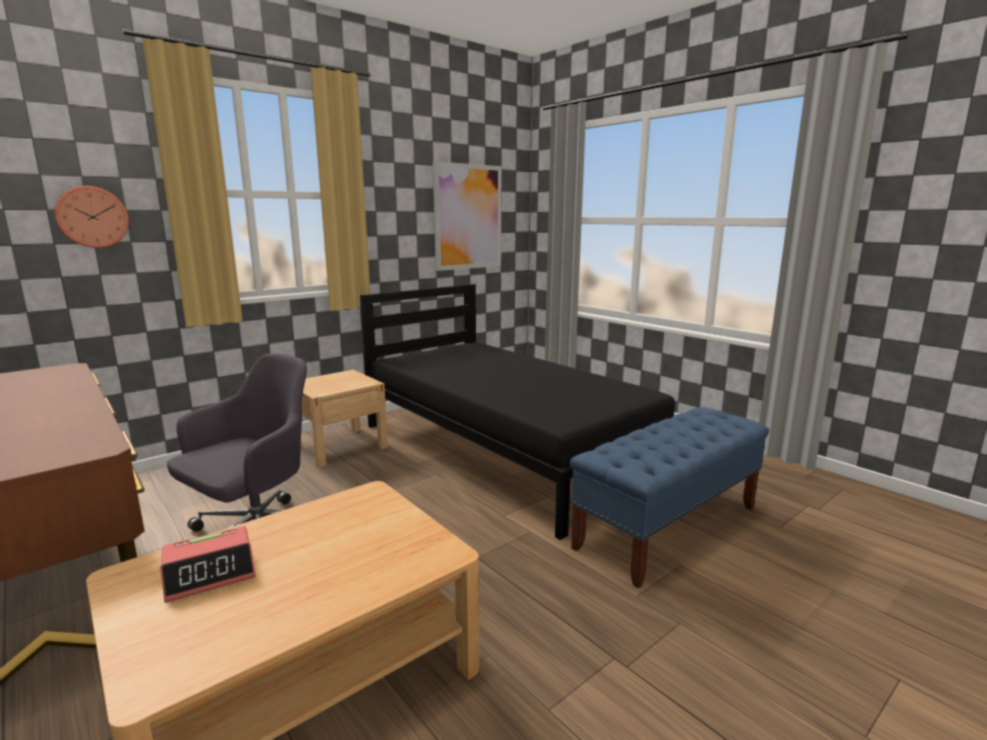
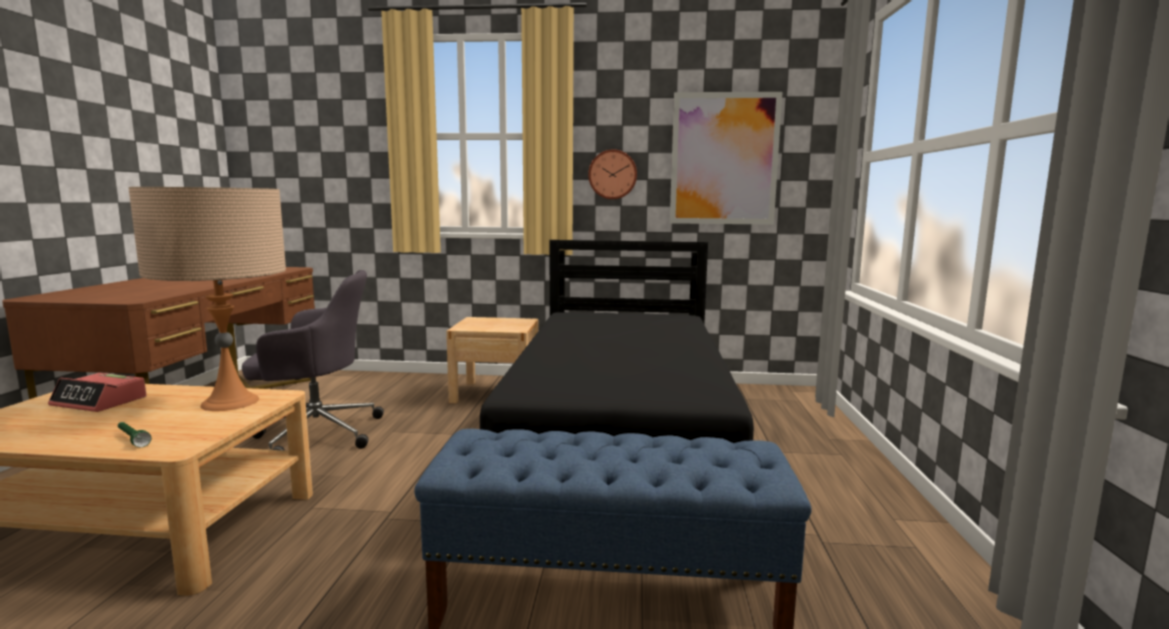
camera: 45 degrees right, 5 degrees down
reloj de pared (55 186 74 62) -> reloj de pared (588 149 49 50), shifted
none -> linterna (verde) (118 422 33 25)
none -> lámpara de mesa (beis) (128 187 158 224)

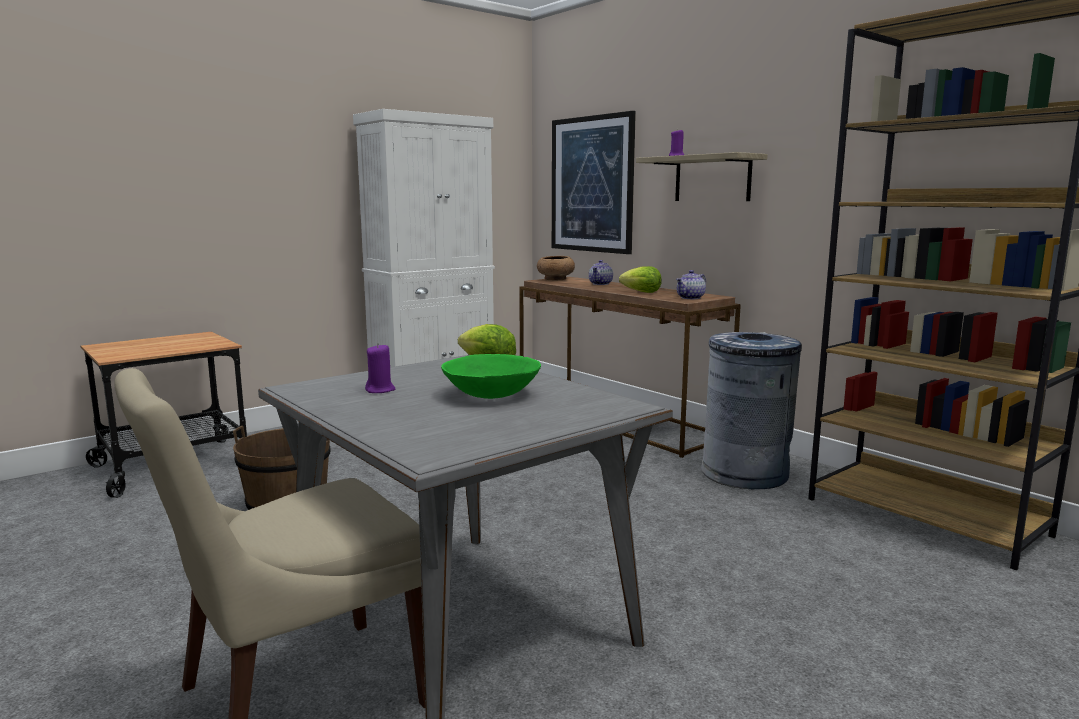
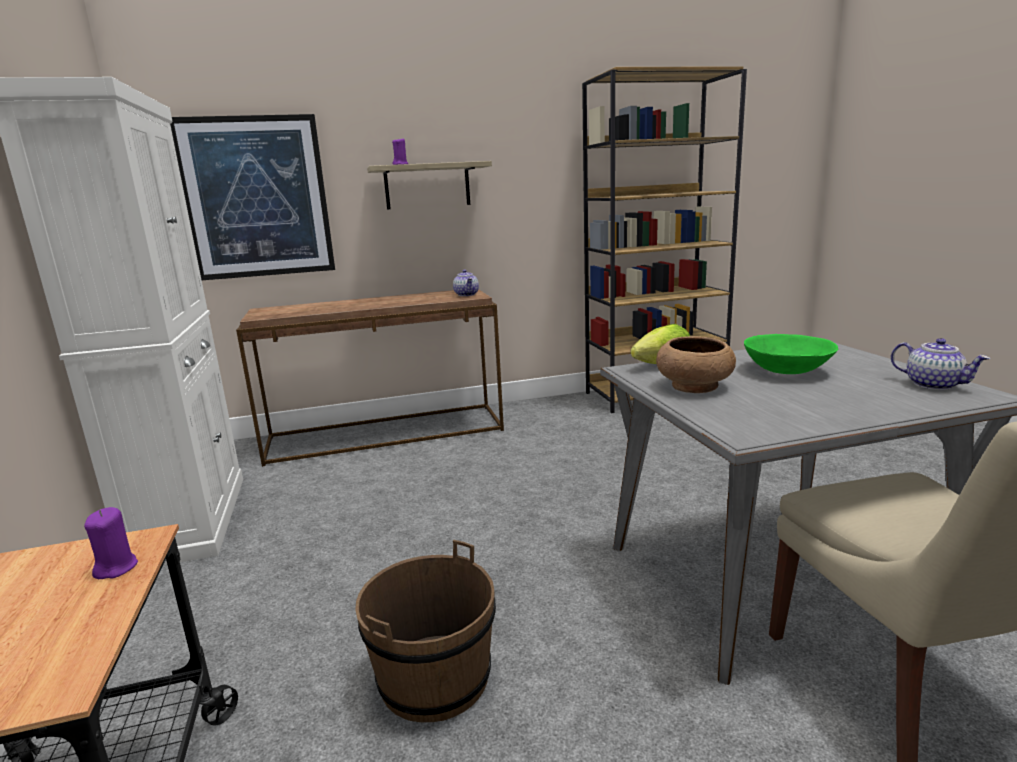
camera: 65 degrees left, 5 degrees up
vela (morado) (365 343 30 50) -> vela (morado) (84 507 54 72), shifted
cuenco (marrón) (537 256 38 24) -> cuenco (marrón) (656 336 80 57), shifted
tetera (589 260 24 25) -> tetera (891 338 99 52), shifted
lechuga (619 266 43 27) -> none
papelera (gris) (701 332 101 158) -> none

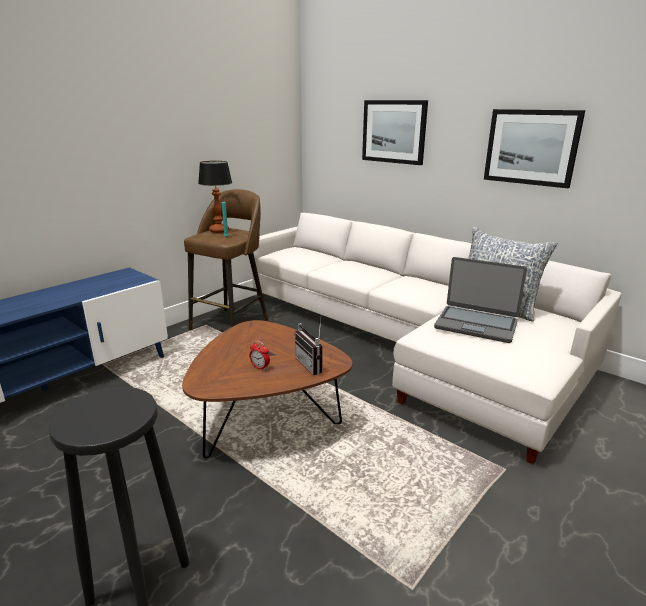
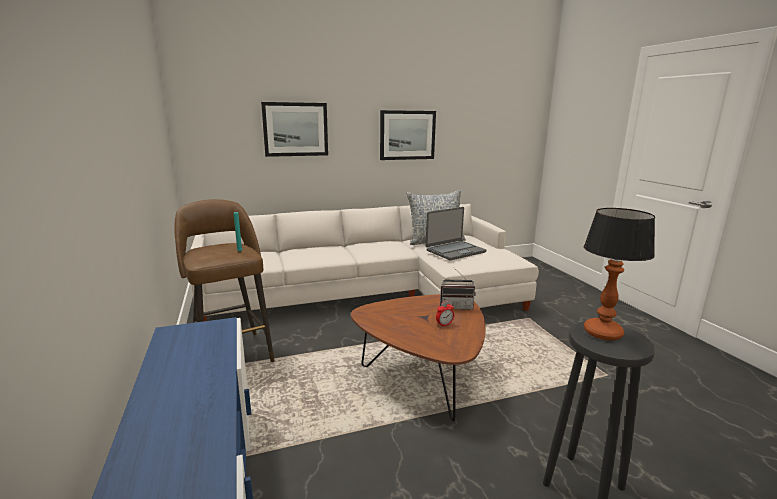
camera: 60 degrees left, 5 degrees down
lámpara de mesa (198 161 34 72) -> lámpara de mesa (584 208 71 132), shifted

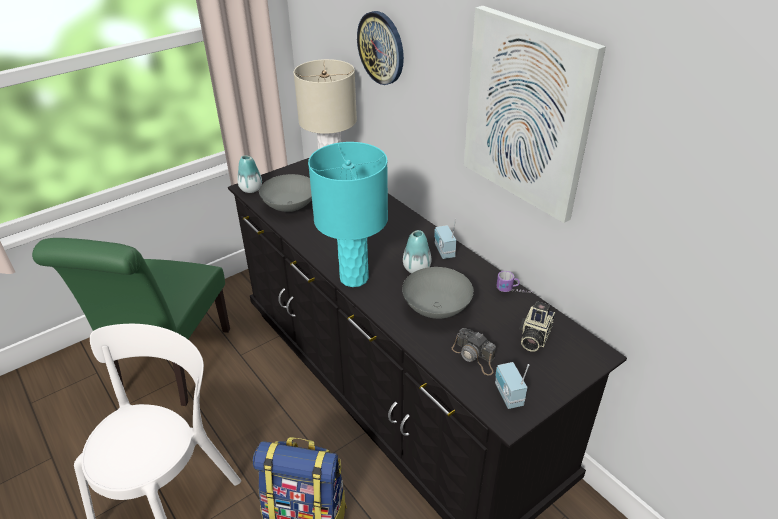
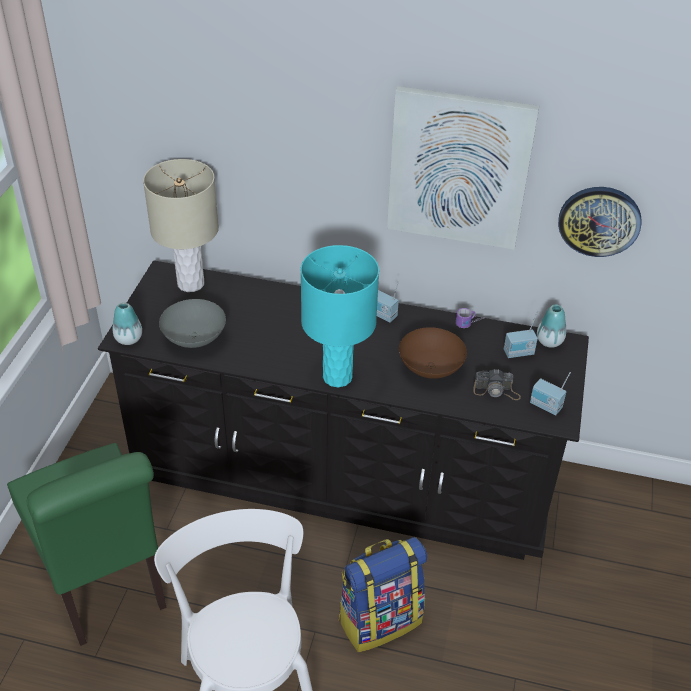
camera: 40 degrees left, 5 degrees up
reloj de pared (357 11 47 74) -> reloj de pared (558 187 84 70), shifted
cuenco (gris) (402 267 72 52) -> cuenco (marrón) (399 327 68 52)
florero (403 230 28 43) -> florero (537 304 29 44), shifted
cámara (519 301 36 51) -> radio (504 311 34 47)

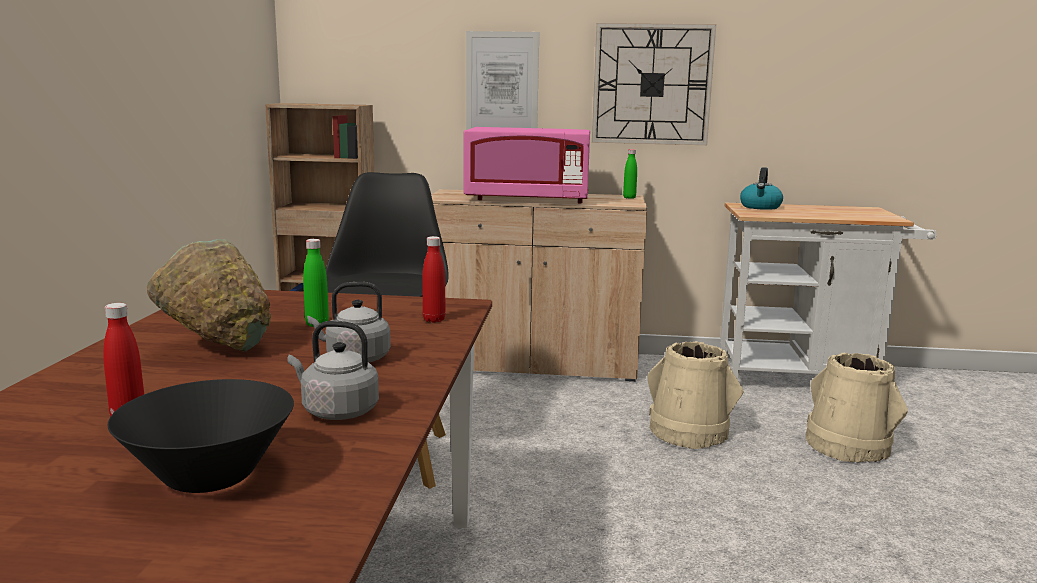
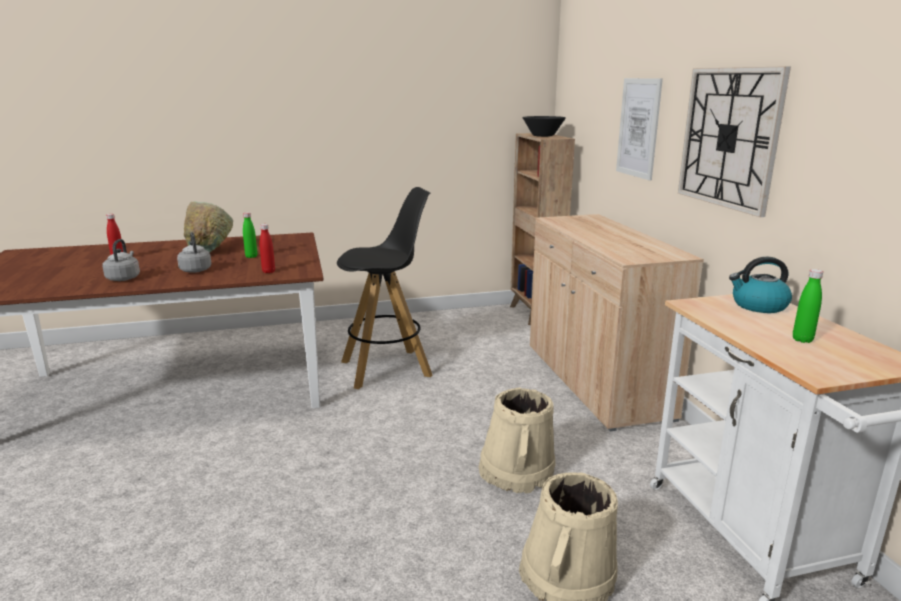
camera: 70 degrees right, 5 degrees up
cuenco (negro) (108 379 186 114) -> cuenco (negro) (522 116 44 21), shifted
microondas (rosa) (464 127 126 76) -> none
botella (verde) (623 149 14 50) -> botella (verde) (793 269 30 74), shifted

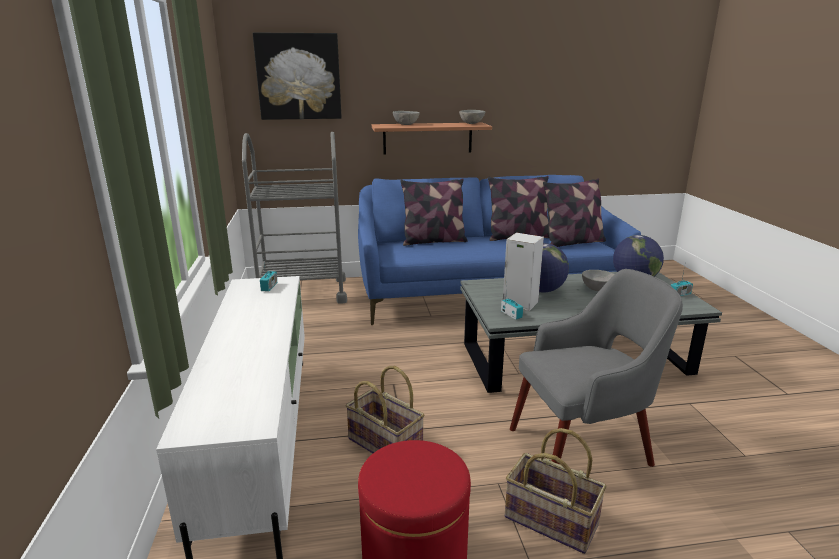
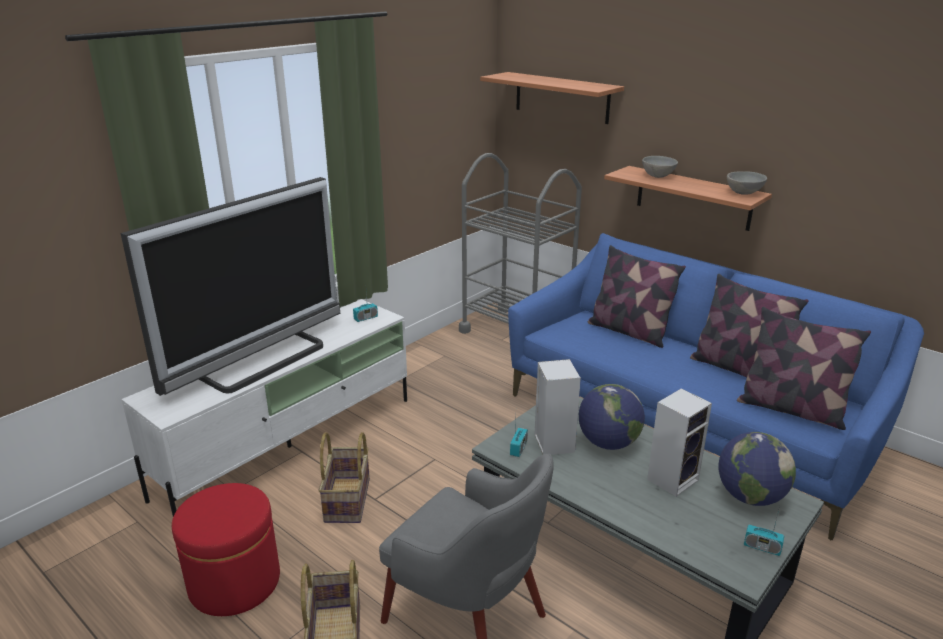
camera: 50 degrees right, 5 degrees up
cuadro (253 33 89 87) -> estante (480 72 144 52)
cuenco (gris) (582 270 33 21) -> altavoz (647 389 65 108)
none -> televisor (121 177 219 219)

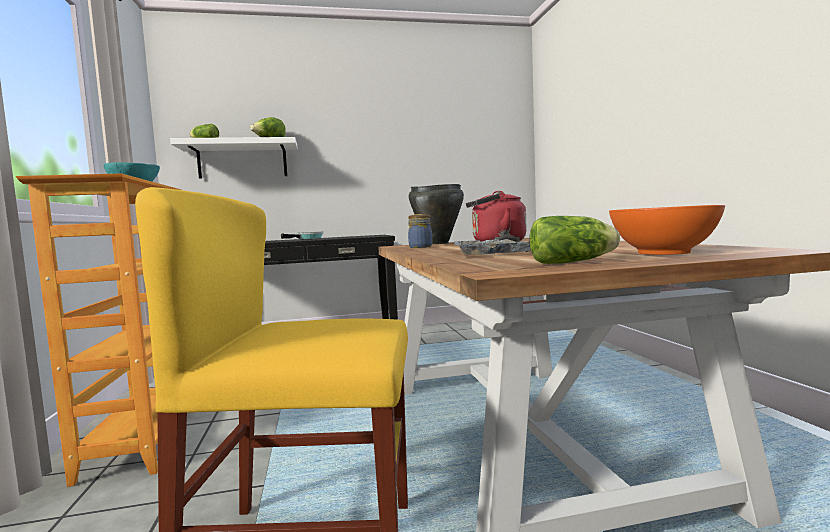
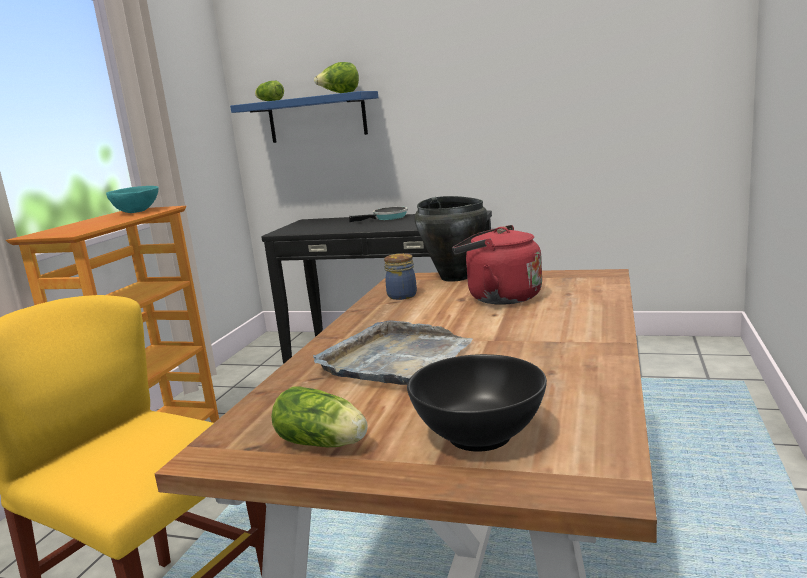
camera: 30 degrees right, 10 degrees up
estante (blanco) (170 137 128 42) -> estante (azul) (230 91 148 52)
cuenco (naranja) (609 204 116 51) -> cuenco (negro) (407 354 140 98)

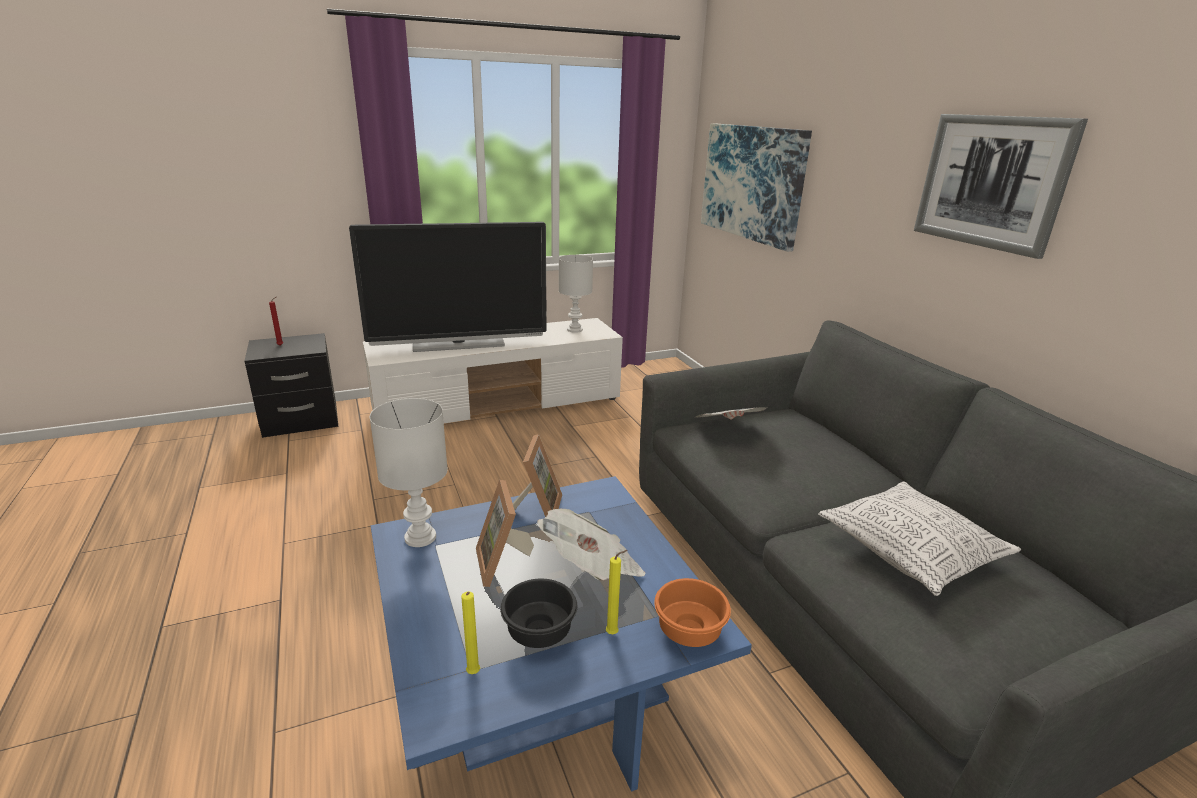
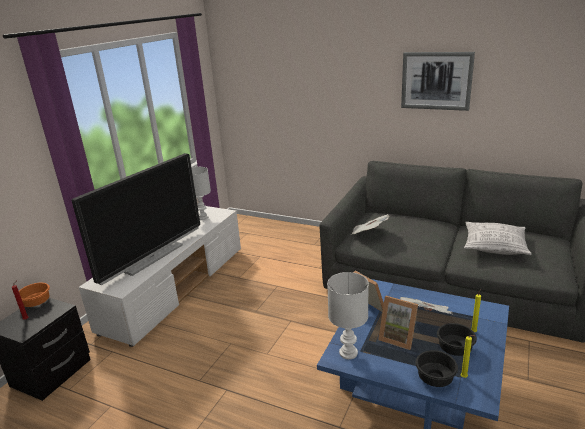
camera: 40 degrees left, 0 degrees up
cuenco (naranja) (654 578 77 69) -> cuenco (naranja) (19 283 31 24), shifted
cuadro (701 123 111 129) -> none
none -> cuenco (negro) (415 350 43 37)

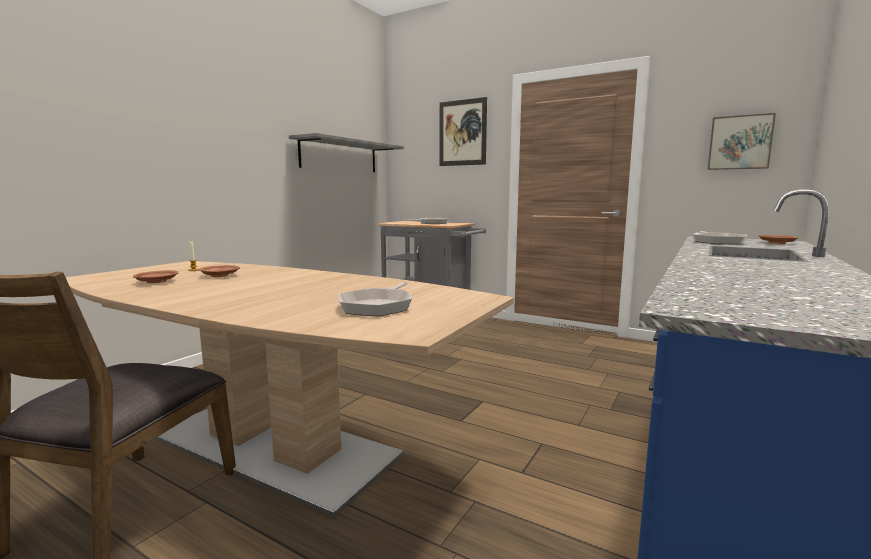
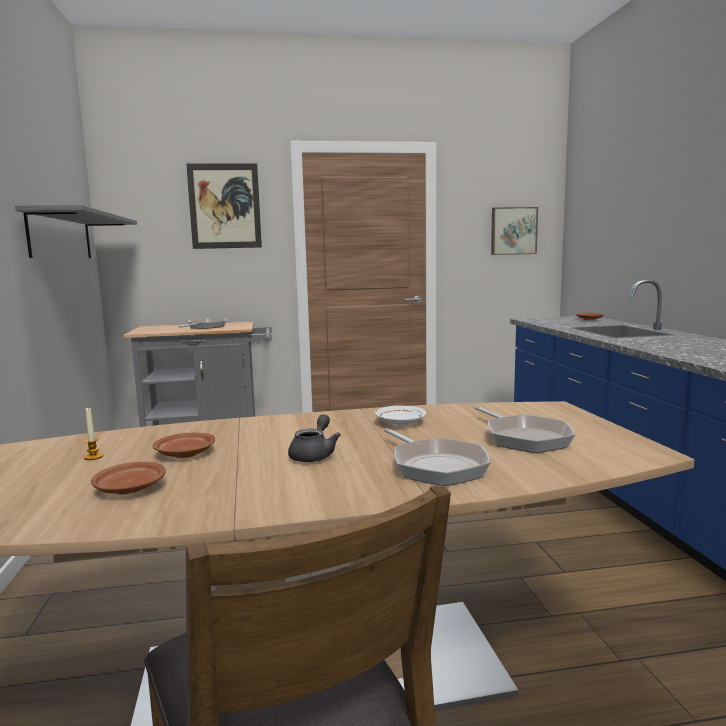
camera: 40 degrees left, 0 degrees up
sartén (693 231 54 13) -> sartén (384 428 106 58), shifted
none -> tetera (gris) (288 414 53 48)
none -> plato (blanco) (375 406 51 20)

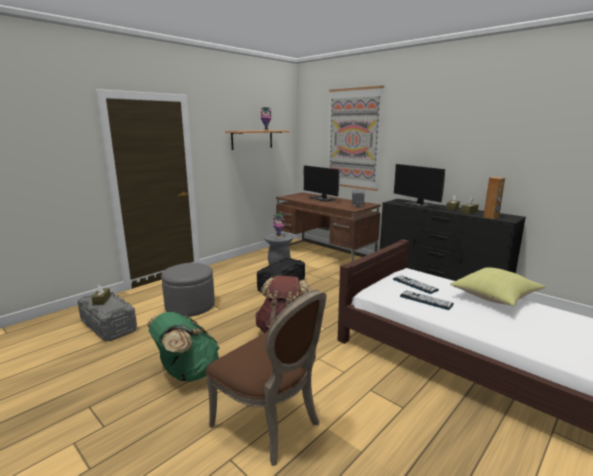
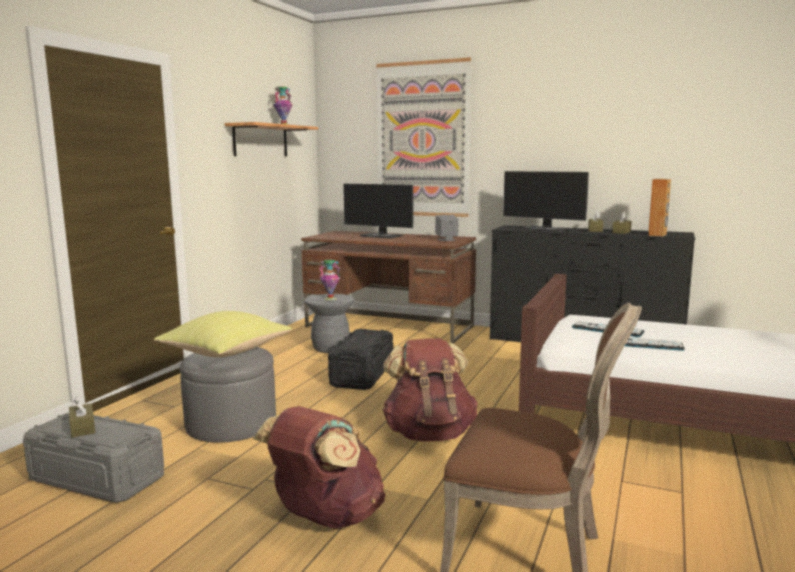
camera: 20 degrees left, 5 degrees down
mochila (verde) (147 312 73 70) -> mochila (marrón) (253 406 132 123)
cojín (amarillo) (450 267 95 39) -> cojín (amarillo) (154 311 138 46), shifted

